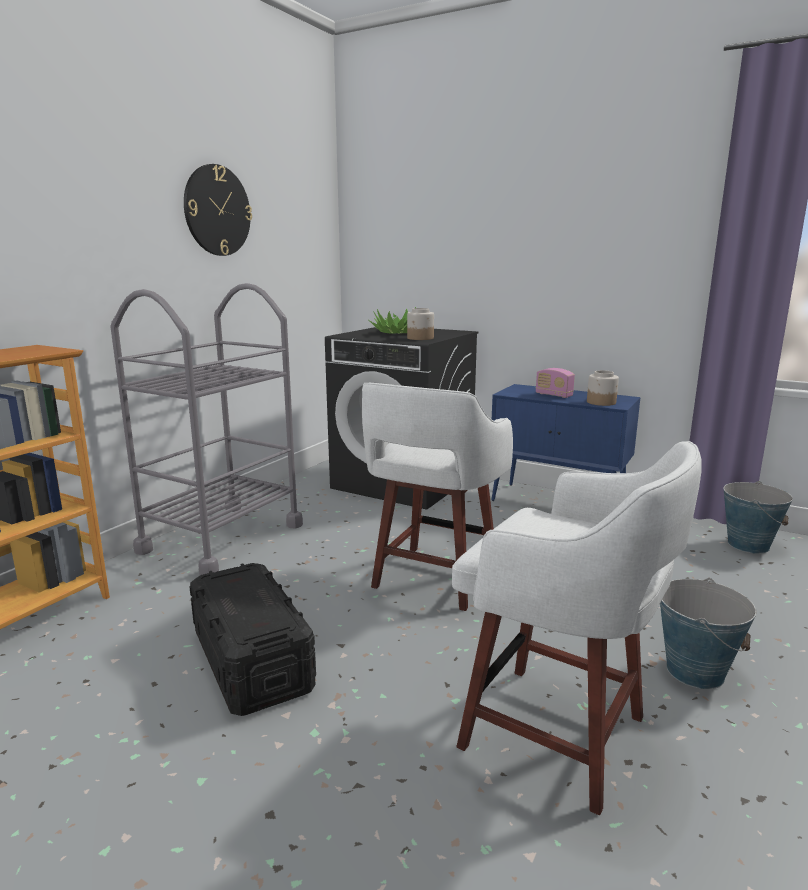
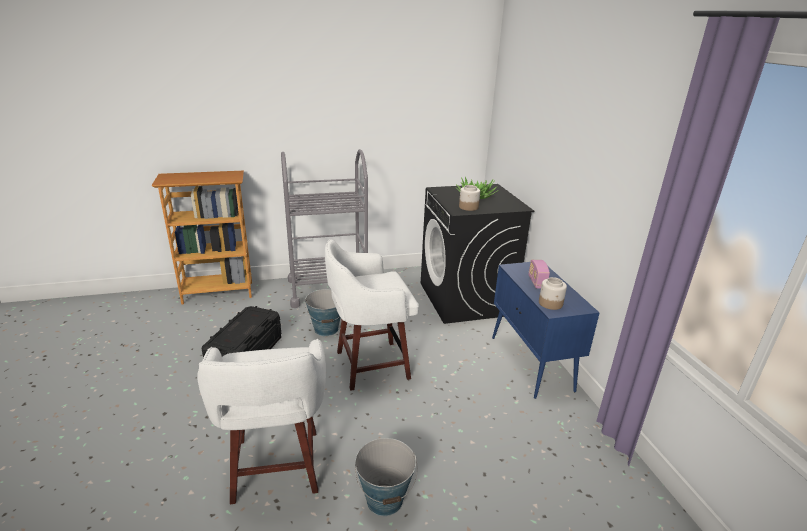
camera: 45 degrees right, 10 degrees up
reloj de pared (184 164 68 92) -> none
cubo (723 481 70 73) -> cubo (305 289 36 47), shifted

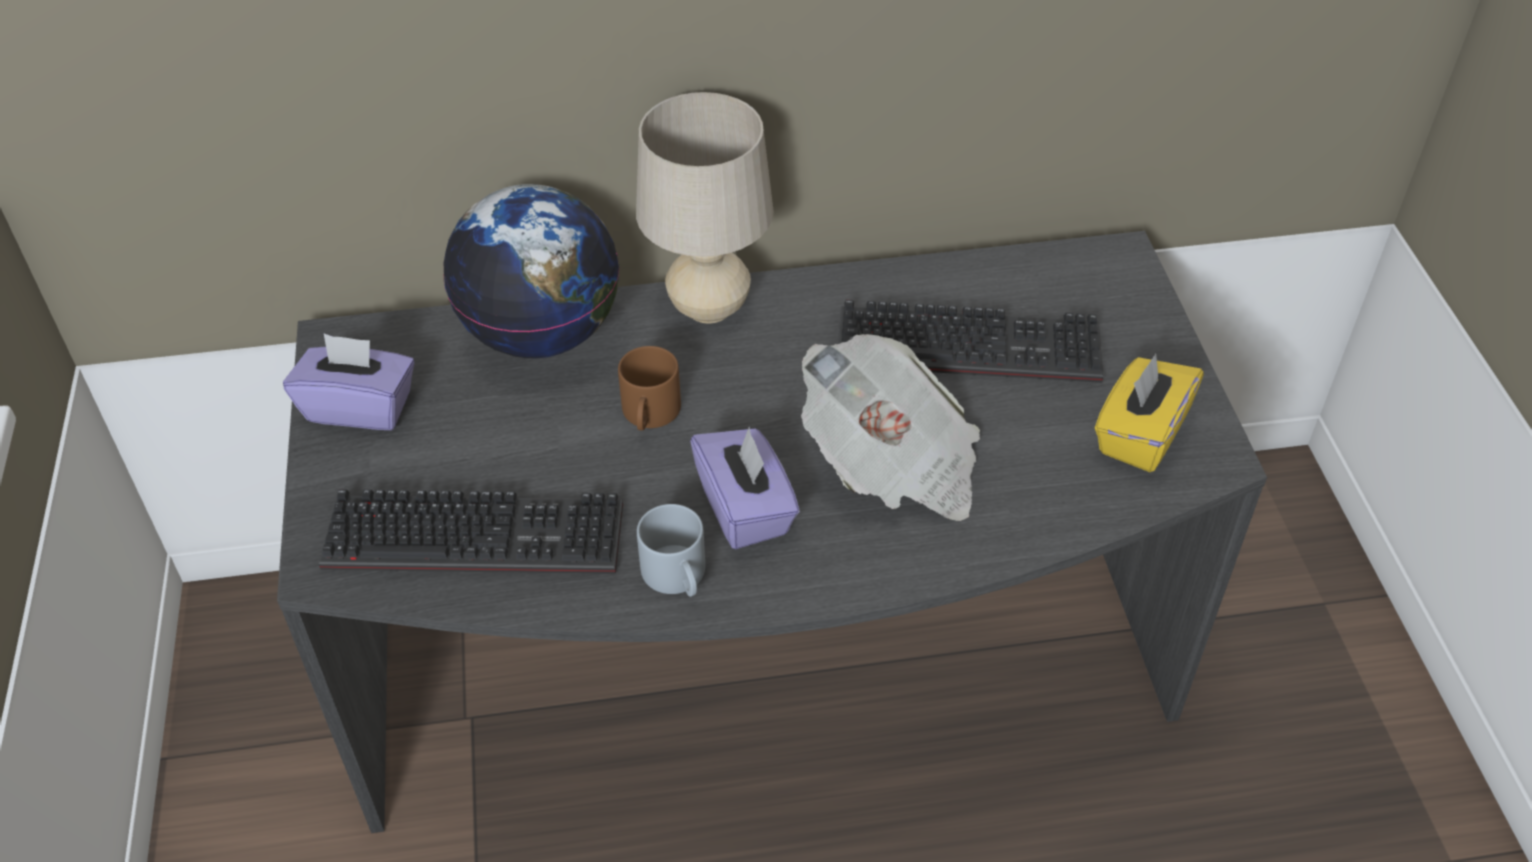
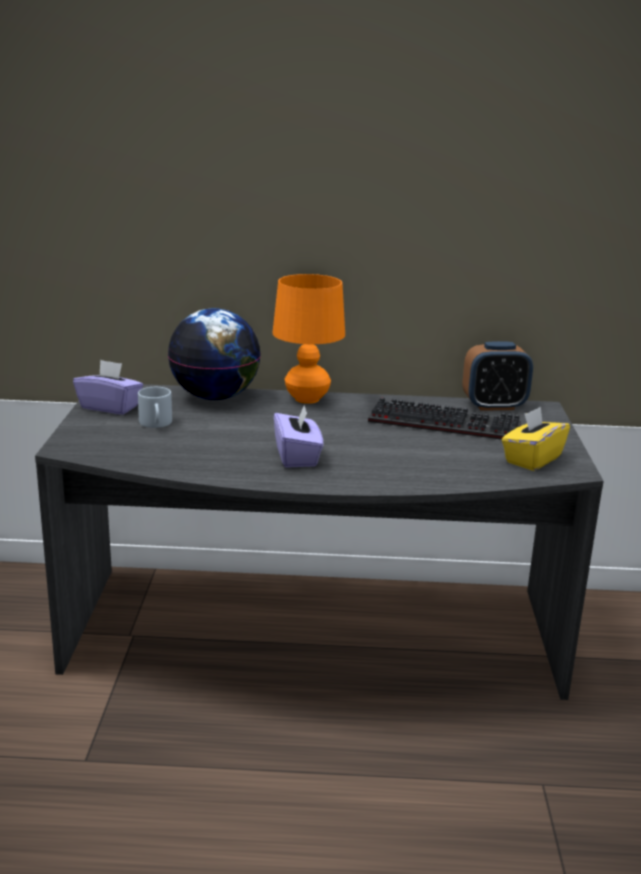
camera: 10 degrees right, 25 degrees down
teclado (319 489 304 85) -> none
taza grande (marrón) (618 346 63 84) -> none
lámpara de mesa (beis) (636 92 138 232) -> lámpara de mesa (naranja) (272 274 73 130)
taza grande (gris) (637 504 68 93) -> taza grande (gris) (138 387 34 41), shifted
periódico (801 334 179 187) -> none
none -> despertador (463 341 70 70)

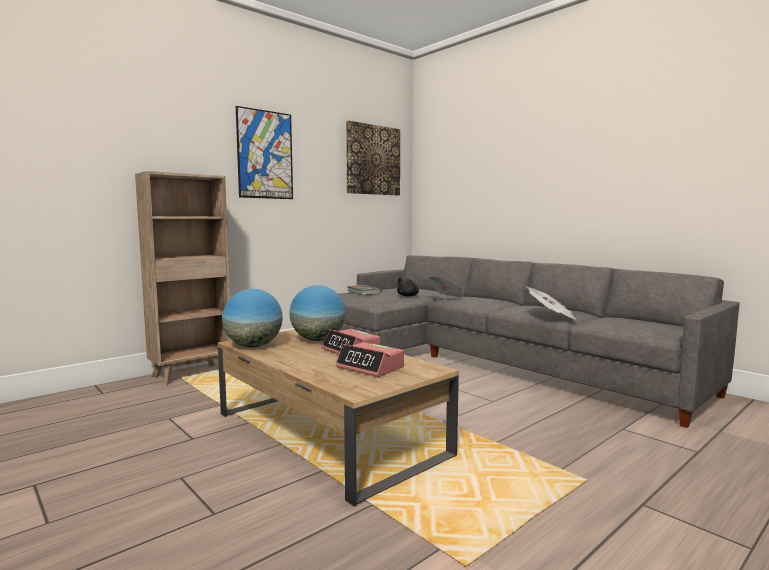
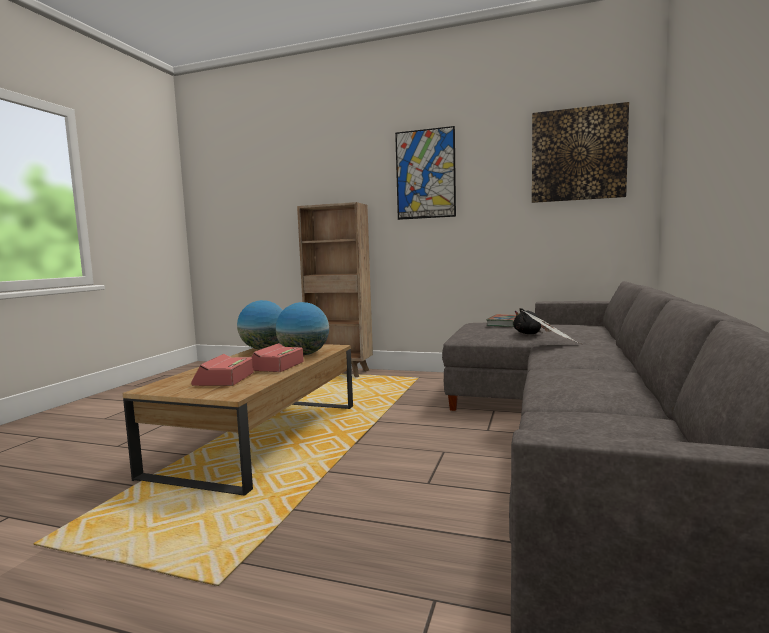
camera: 60 degrees right, 0 degrees up
periódico (525 286 52 34) -> none

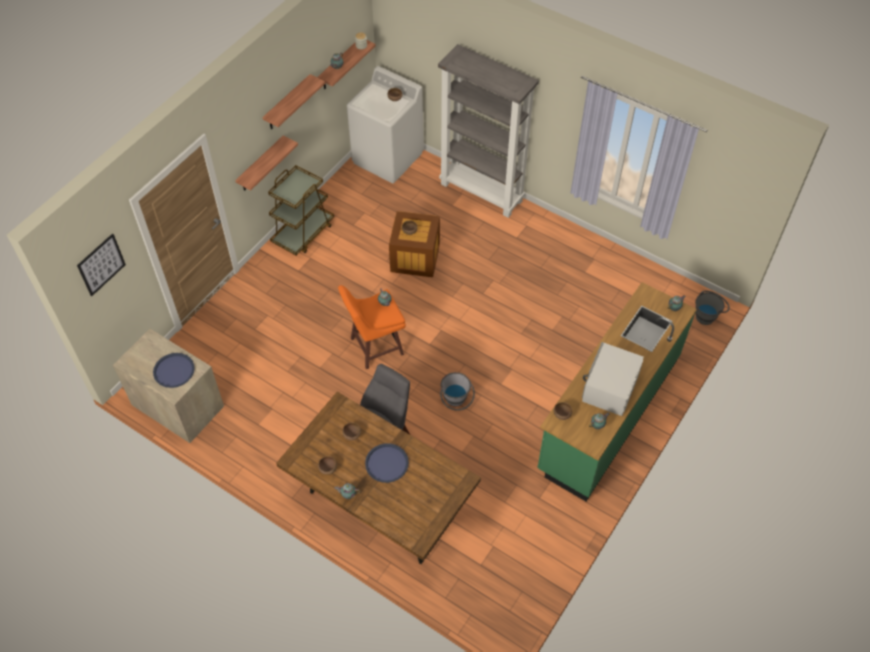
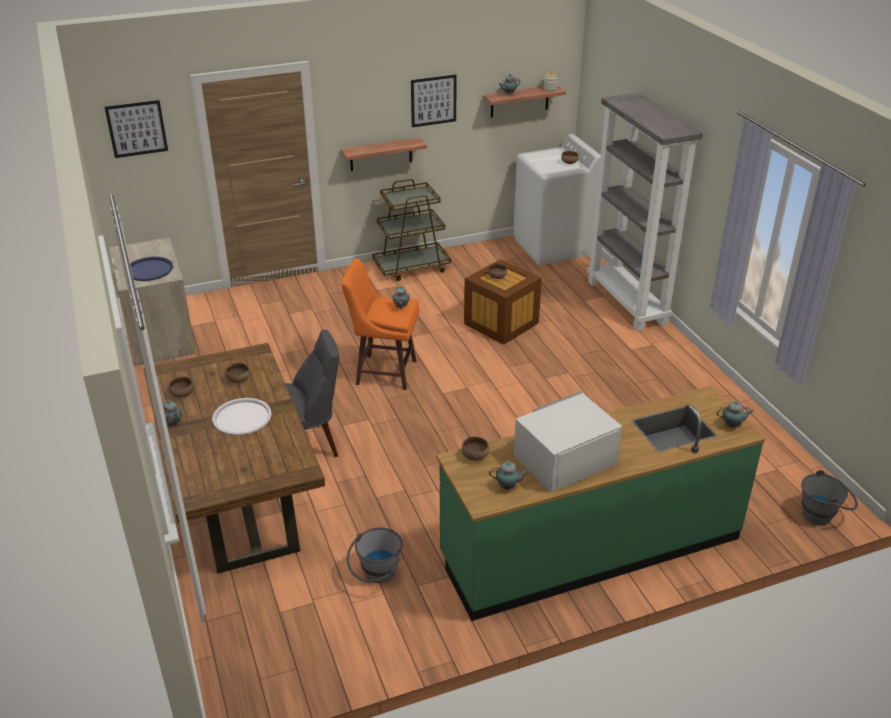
camera: 35 degrees right, 20 degrees down
estante (263 74 62 55) -> cuadro (411 74 46 53)
bandeja (azul) (365 443 44 40) -> bandeja (blanco) (212 398 60 37)
cubo (gris) (440 372 35 39) -> cubo (gris) (347 527 56 56), shifted

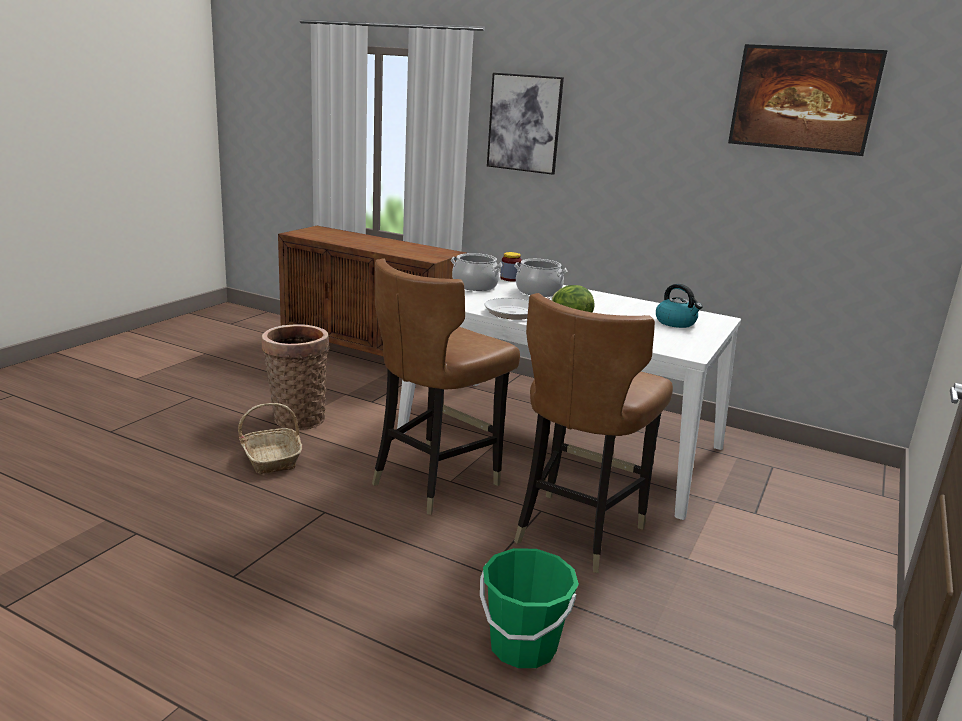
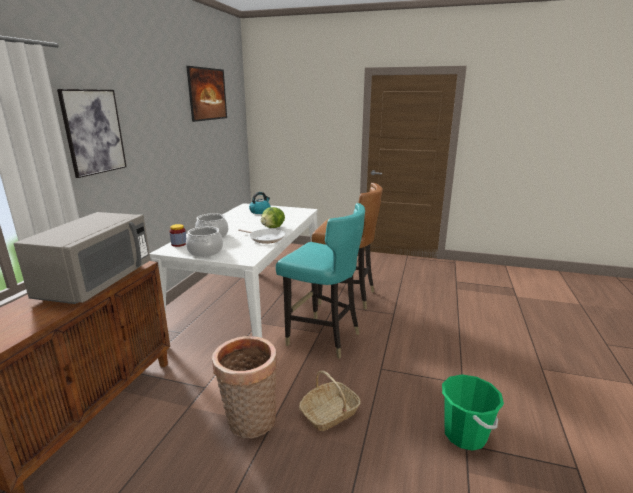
camera: 100 degrees left, 0 degrees up
silla (marrón) (372 258 148 257) -> silla (turquesa) (276 203 89 155)
cubo (verde) (480 548 99 120) -> cubo (verde) (442 374 62 77), shifted
none -> microondas (gris) (14 212 136 92)

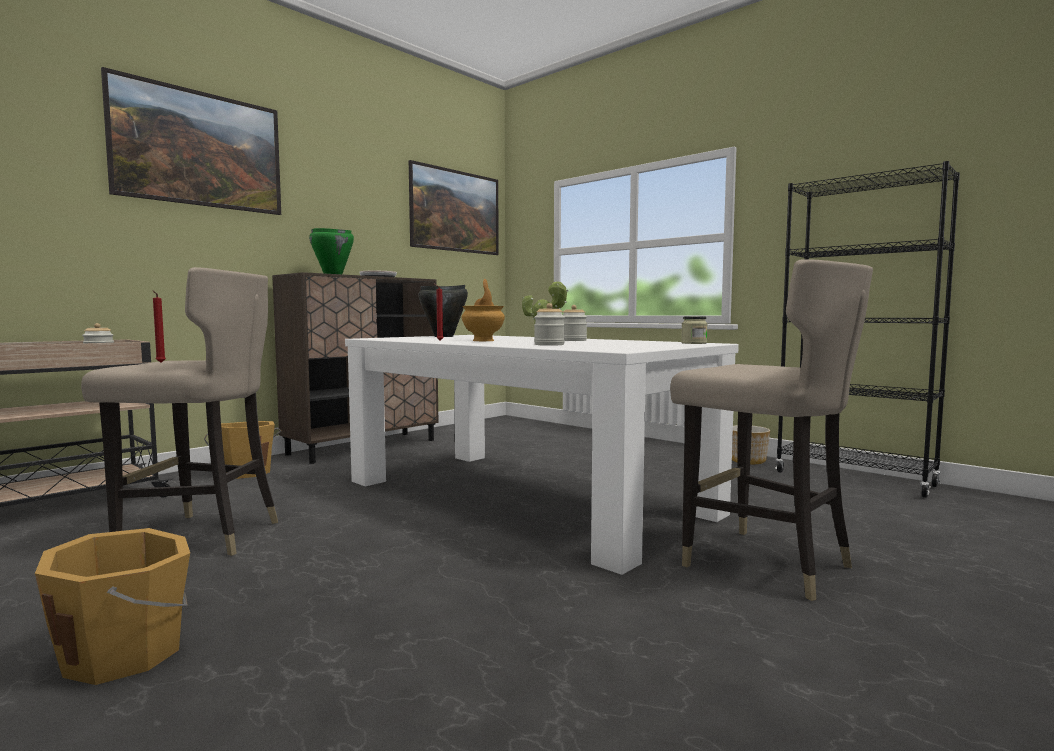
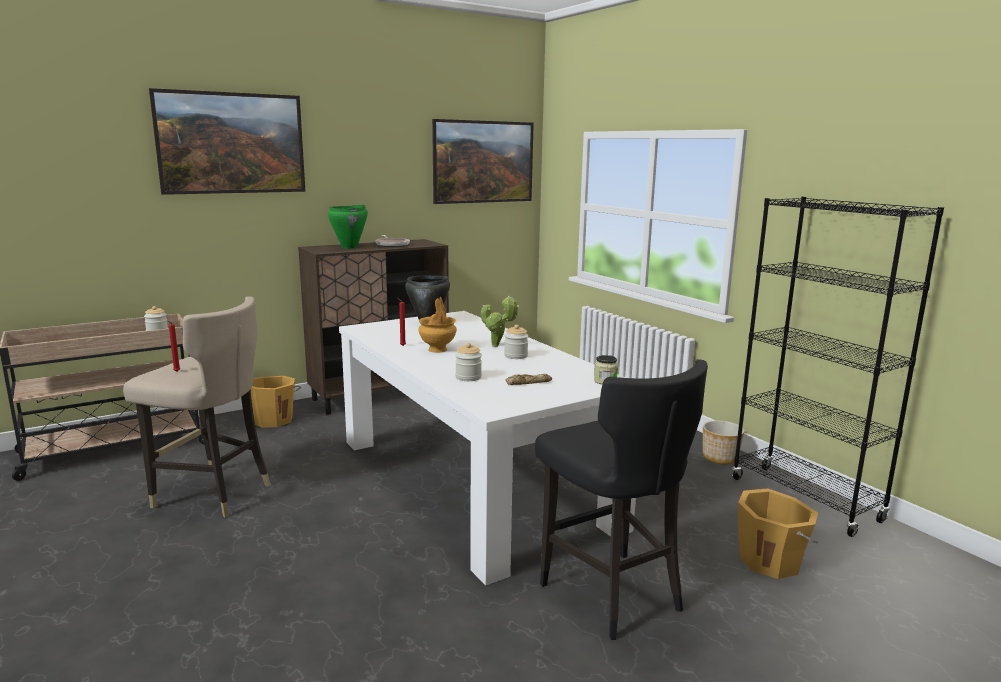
camera: 15 degrees right, 10 degrees up
cubo (naranja) (35 528 155 157) -> cubo (naranja) (738 489 80 90), shifted
taburete (beis) (670 259 203 342) -> taburete (negro) (535 359 173 281)
none -> pan (506 374 46 11)

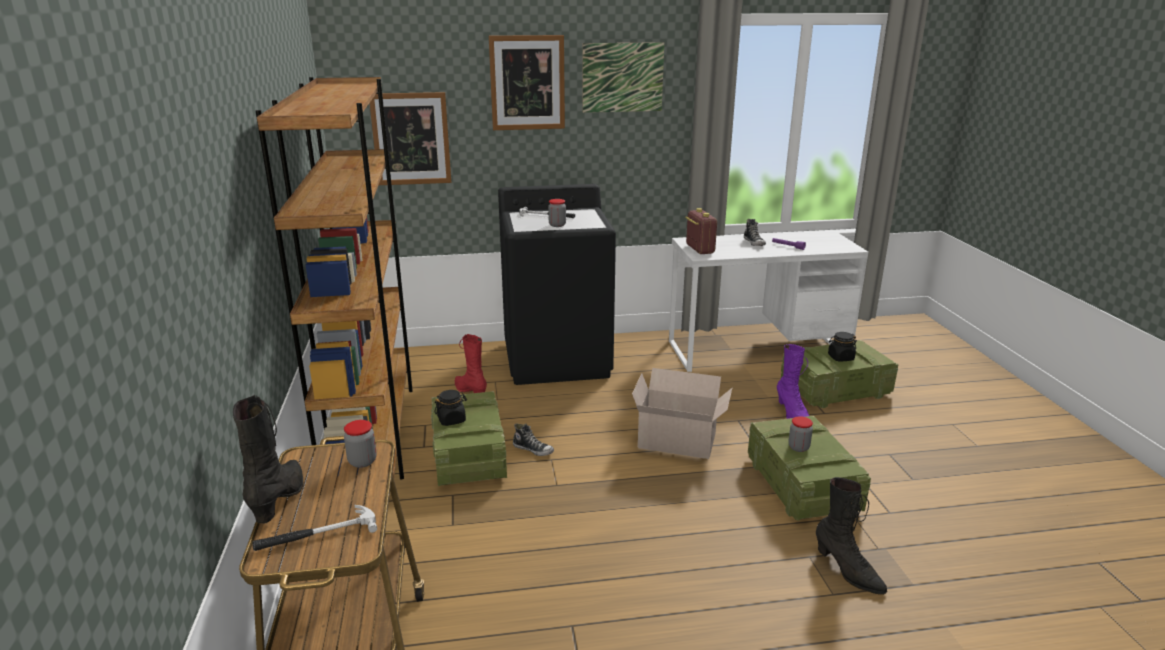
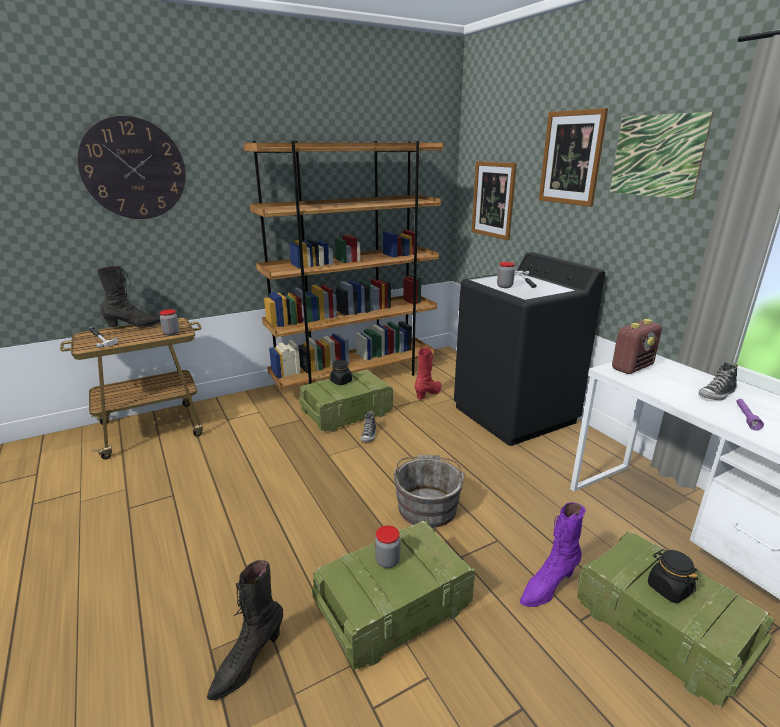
camera: 70 degrees right, 0 degrees up
caja de cartón (632 368 100 91) -> cubo (gris) (393 455 72 73)
none -> reloj de pared (77 116 109 103)

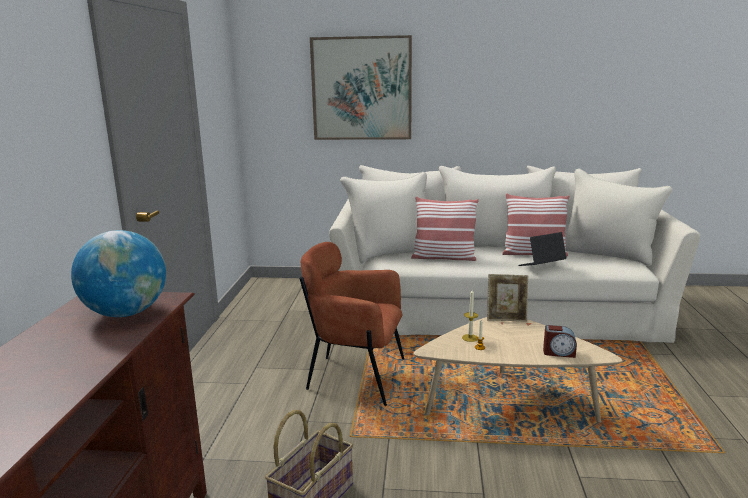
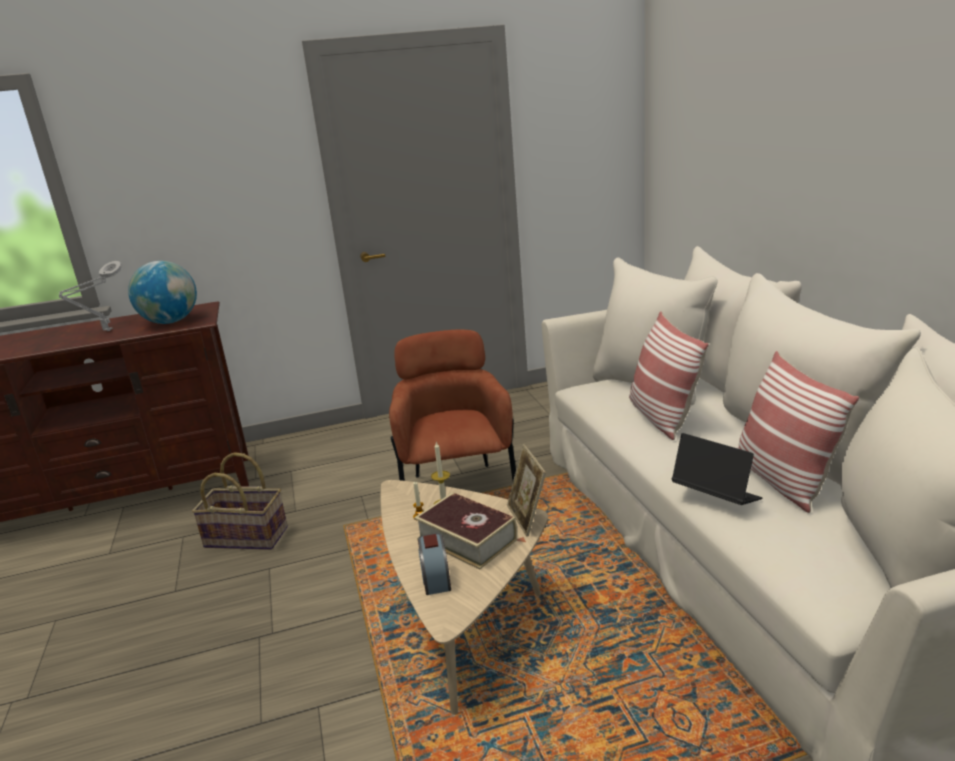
camera: 70 degrees right, 5 degrees up
cuadro (310 35 102 105) -> none
none -> lámpara de mesa (gris) (59 261 63 70)
none -> libro (414 492 103 78)

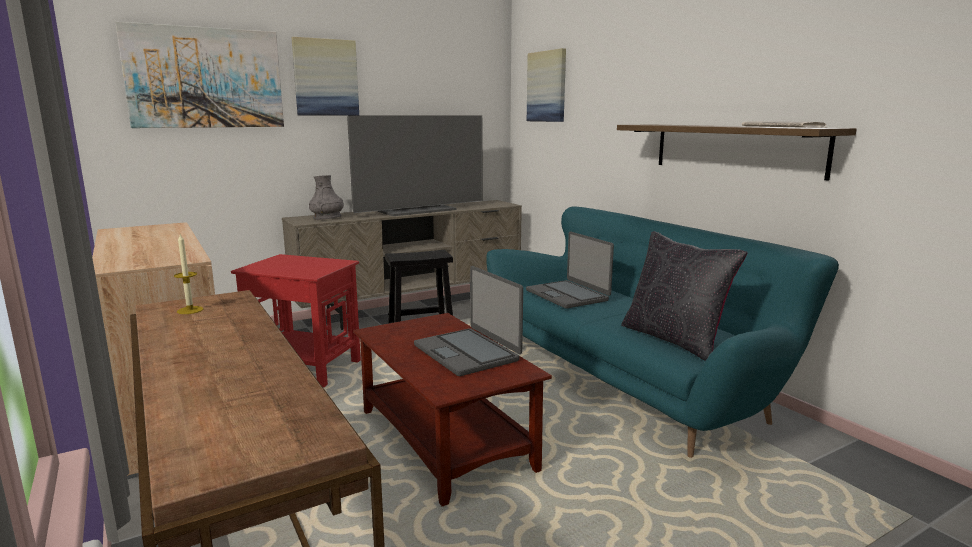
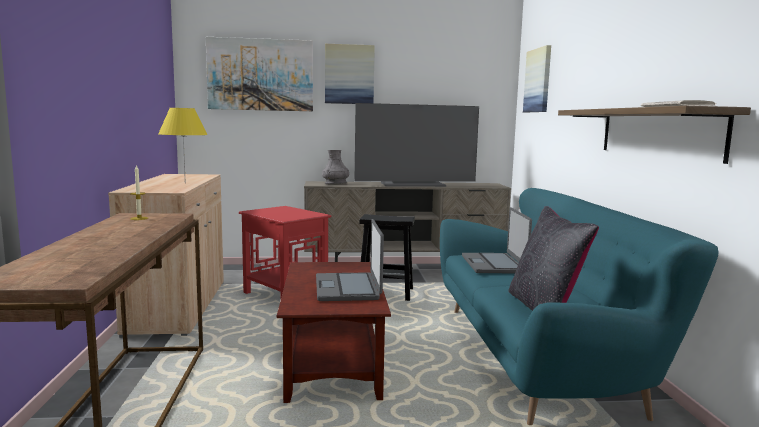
camera: 25 degrees right, 5 degrees down
none -> lámpara de mesa (amarillo) (158 108 50 75)

